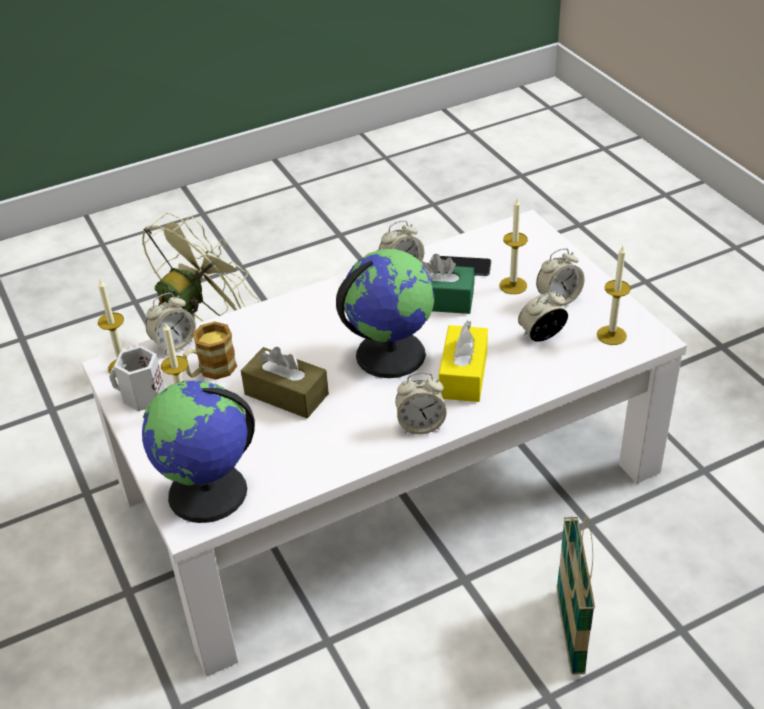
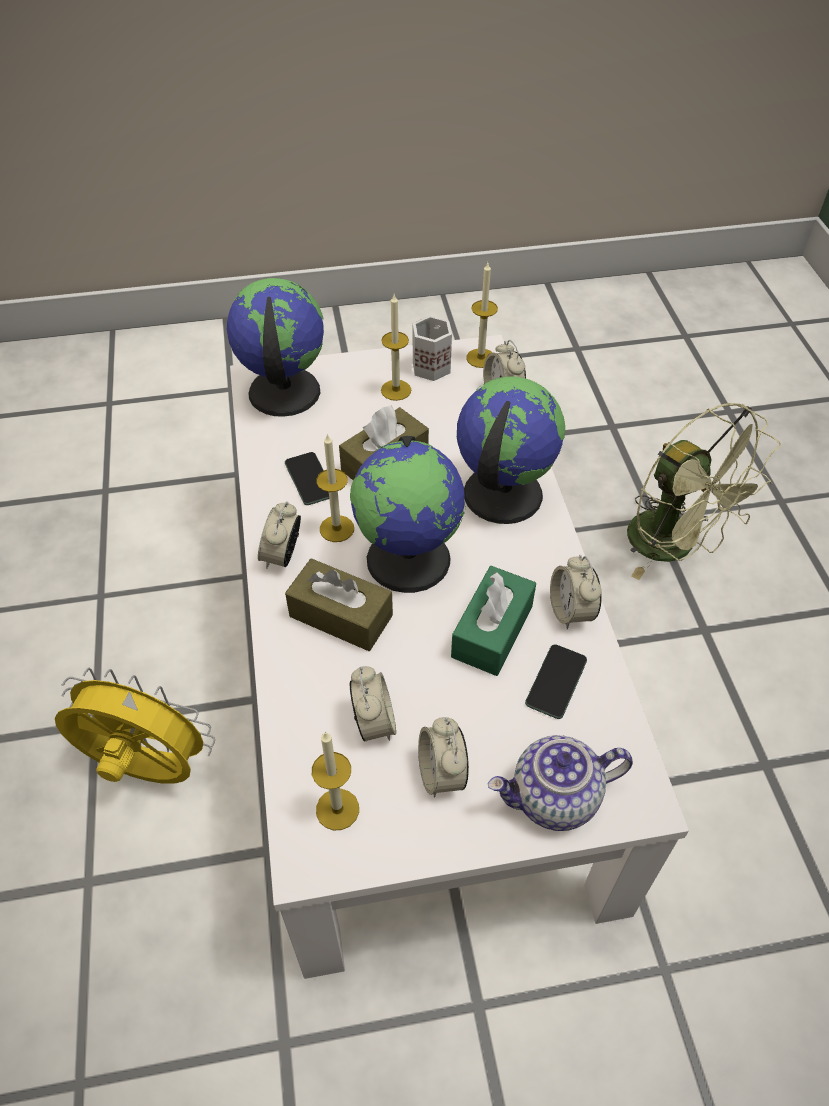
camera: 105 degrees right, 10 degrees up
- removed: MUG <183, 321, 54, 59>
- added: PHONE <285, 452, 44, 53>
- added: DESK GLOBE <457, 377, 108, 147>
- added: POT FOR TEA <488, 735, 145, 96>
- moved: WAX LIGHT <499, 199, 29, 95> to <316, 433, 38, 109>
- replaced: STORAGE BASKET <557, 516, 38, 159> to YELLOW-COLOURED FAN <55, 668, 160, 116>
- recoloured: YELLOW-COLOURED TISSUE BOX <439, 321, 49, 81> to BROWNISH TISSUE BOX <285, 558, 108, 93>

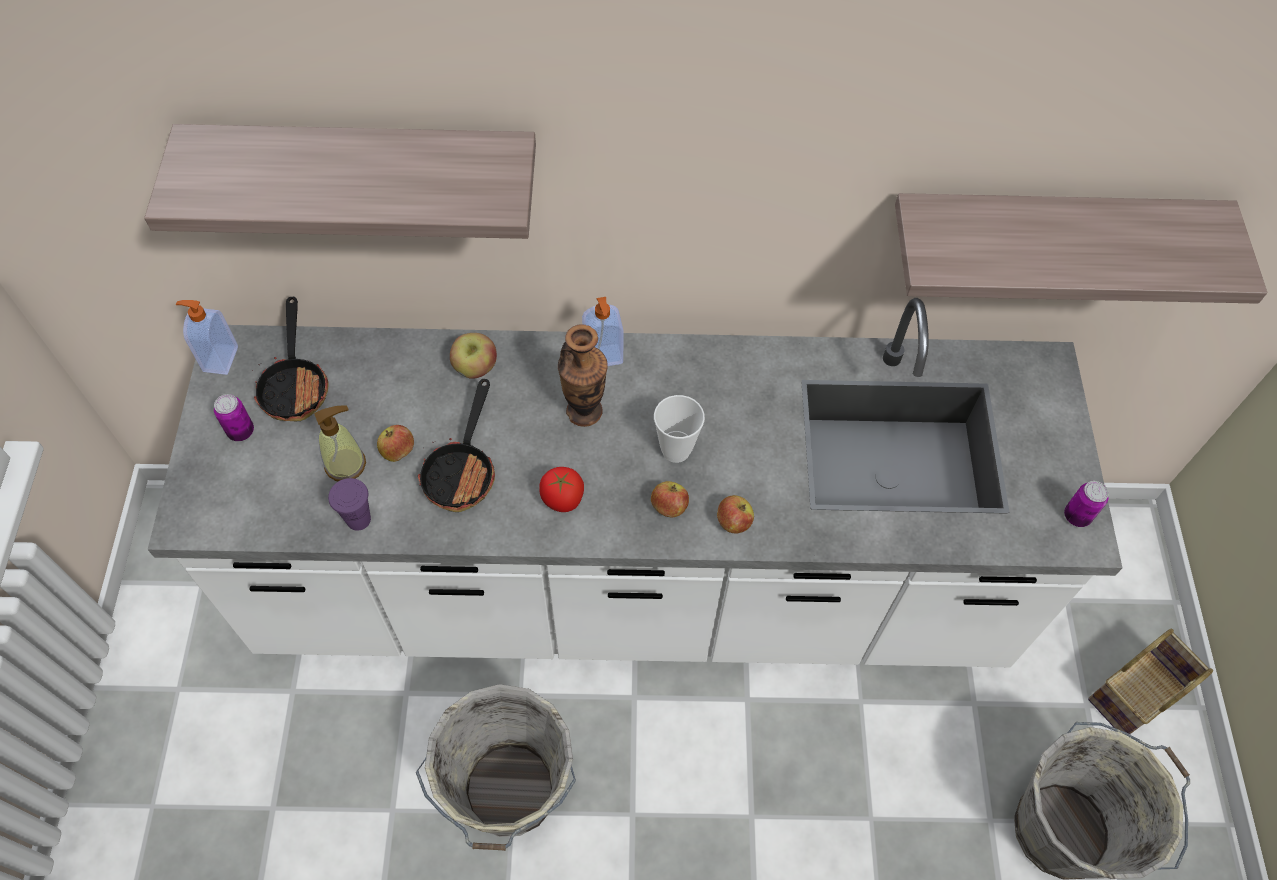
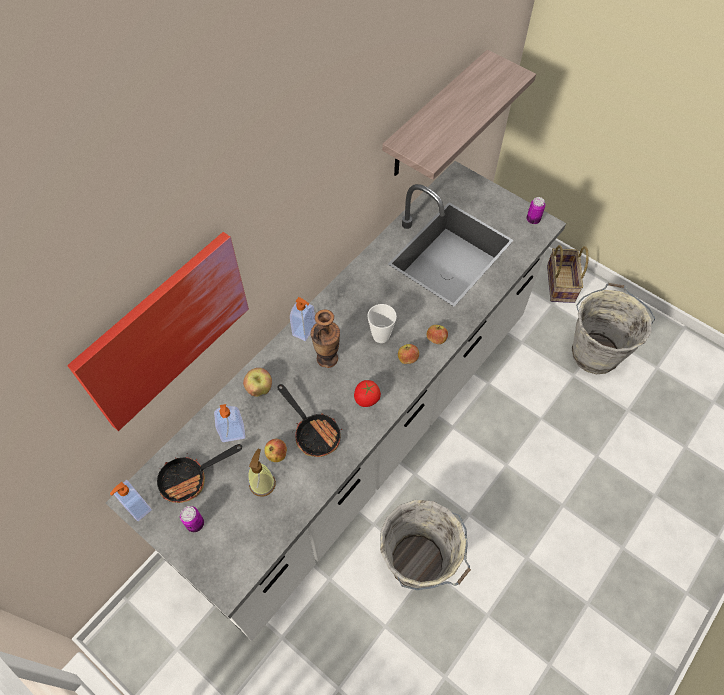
camera: 50 degrees left, 0 degrees up
- removed: PURPLE-COLOURED SMALL CUP <328, 478, 43, 53>
- added: LIQUID SOAP BOTTLE <214, 404, 31, 38>
- replaced: SHELF <144, 124, 392, 115> to PICTURE <67, 232, 182, 199>
- turned: FRYING PAN <252, 297, 77, 124> = <157, 444, 85, 59> 120 degrees clockwise

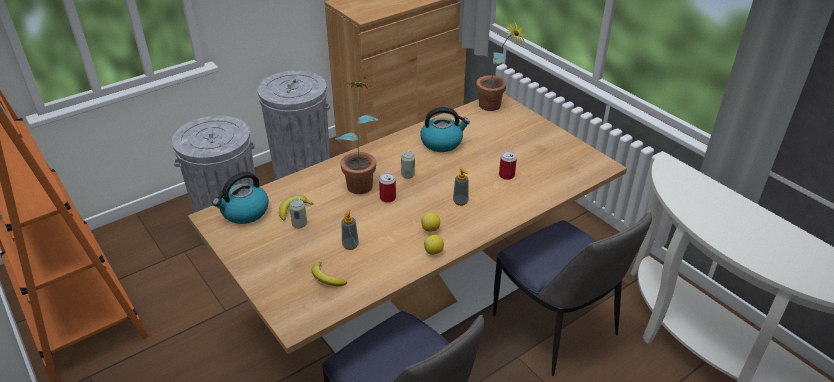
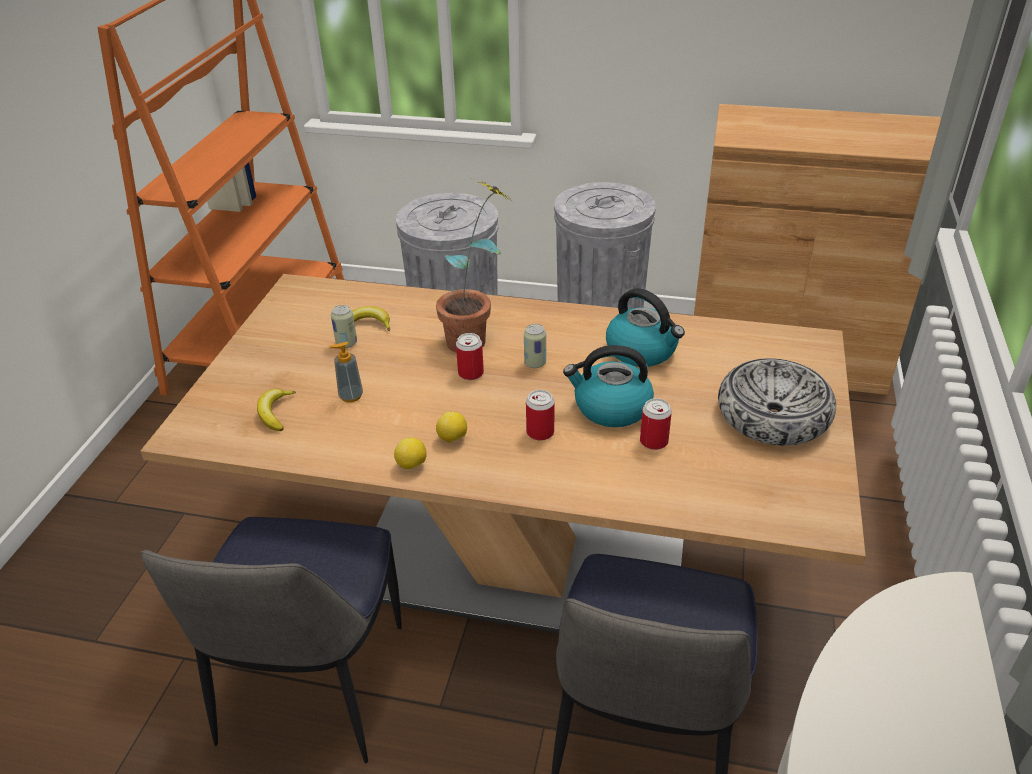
camera: 50 degrees right, 0 degrees up
- removed: POTTED PLANT <476, 21, 51, 90>
- added: BOWL <718, 358, 118, 88>
- moved: WATER KETTLE <212, 172, 57, 52> to <563, 345, 91, 82>
- replaced: LIQUID SOAP BOTTLE <453, 167, 15, 39> to SEALED CAN <526, 390, 28, 51>

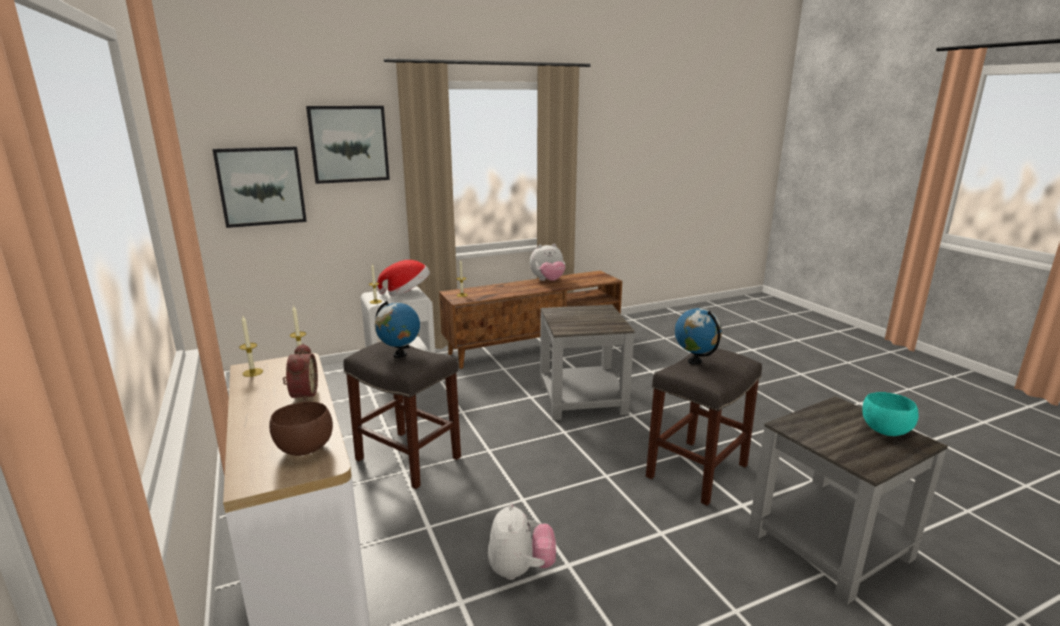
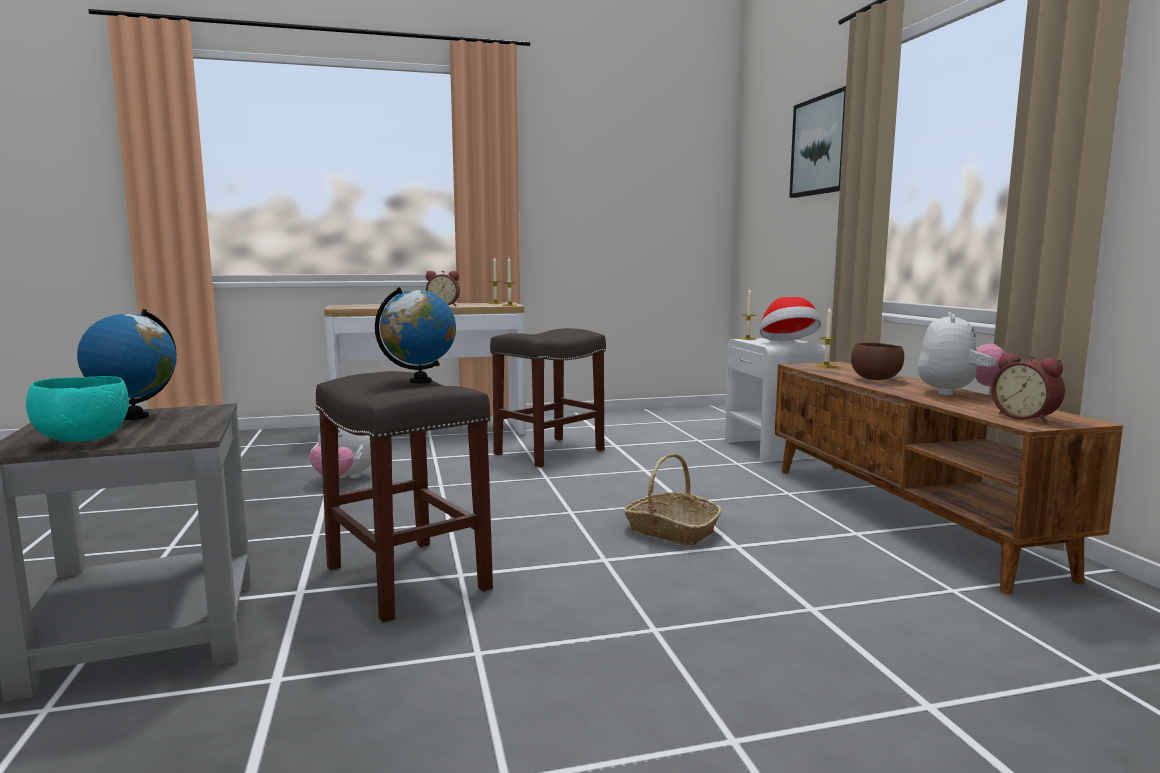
camera: 100 degrees right, 10 degrees down
- removed: PICTURE <212, 146, 95, 82>
- added: TABLE CLOCK <991, 353, 74, 70>
- moved: BROWNISH BOWL <269, 401, 64, 55> to <851, 343, 53, 37>
- moved: DESK GLOBE <375, 301, 45, 57> to <77, 309, 100, 111>
- replaced: GREY ACCENT TABLE <540, 304, 95, 116> to STORAGE BASKET <623, 454, 99, 91>
- turned: PLUSH TOY <530, 244, 35, 37> = <918, 312, 88, 84> 150 degrees counterclockwise

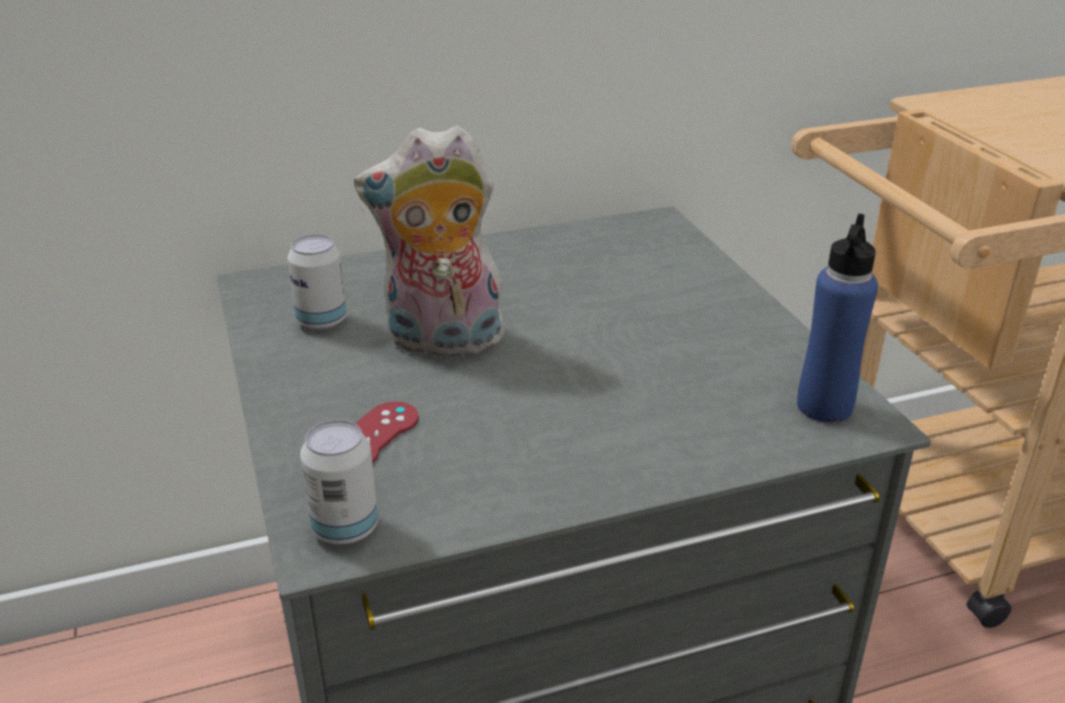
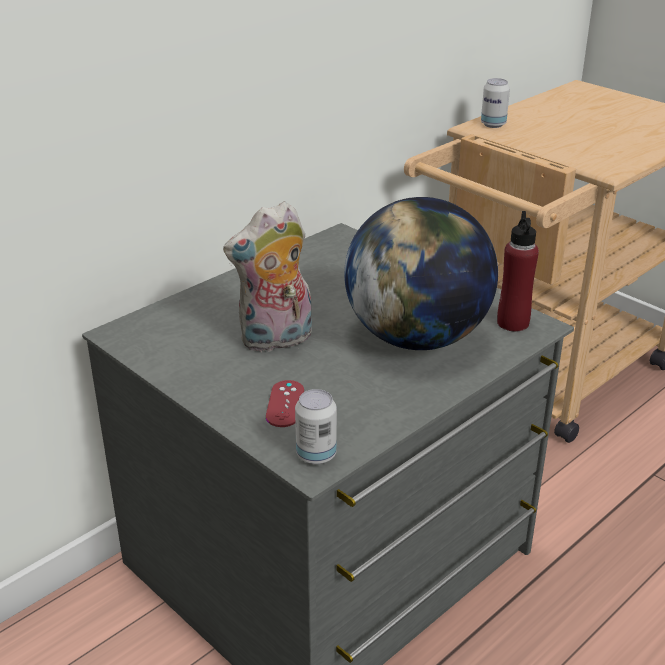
camera: 25 degrees left, 0 degrees up
- added: DESK GLOBE <344, 197, 154, 153>
- moved: SEALED CAN <288, 234, 59, 97> to <481, 78, 29, 50>
- recoloured: BLUE-COLOURED BEVERAGE BOTTLE <797, 214, 81, 209> to RED-COLOURED BEVERAGE BOTTLE <497, 211, 42, 121>

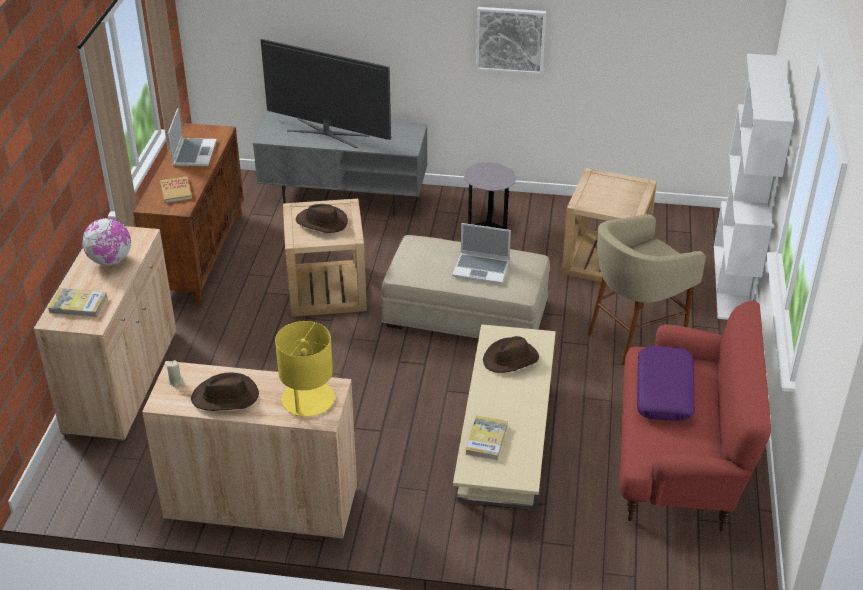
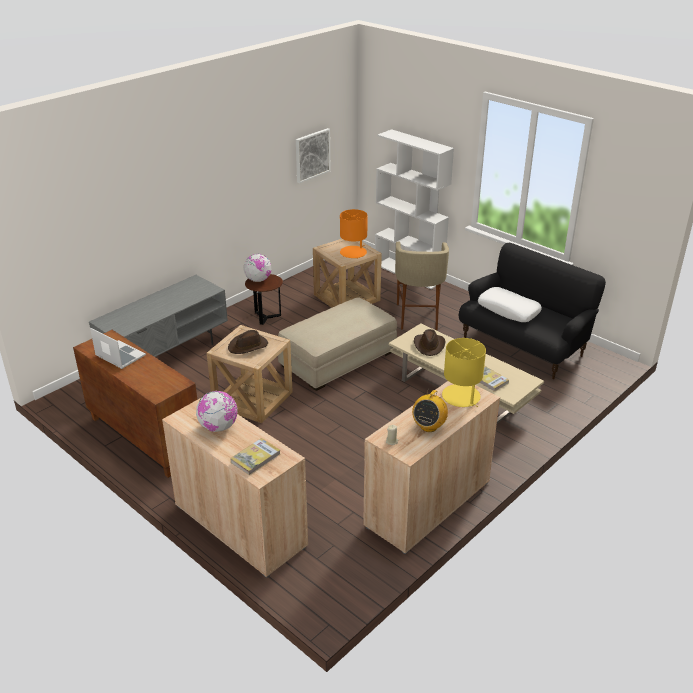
camera: 55 degrees left, 5 degrees down
- removed: BOOK <160, 176, 32, 27>
- removed: TELEVISION <260, 38, 131, 110>
- removed: PORTABLE COMPUTER <452, 223, 59, 61>
- added: DESK GLOBE <243, 254, 28, 28>
- added: ORANGEY LAMP FOR A TABLE <340, 209, 28, 50>
- moved: PICTURE <476, 7, 70, 68> to <296, 128, 35, 55>
- replaced: BROWNISH WEARABLE HAT <191, 373, 68, 38> to RADIO SET <412, 390, 36, 42>
- recoloured: GREY ACCENT TABLE <464, 162, 52, 67> to BROWNISH ACCENT TABLE <245, 274, 38, 51>
- recoloured: RED-COLOURED SETTEE <620, 301, 151, 230> to BLACKISH SETTEE <459, 243, 147, 136>
- recoloured: PURPLE-COLOURED PILLOW <637, 346, 58, 74> to WHITISH PILLOW <478, 287, 64, 35>

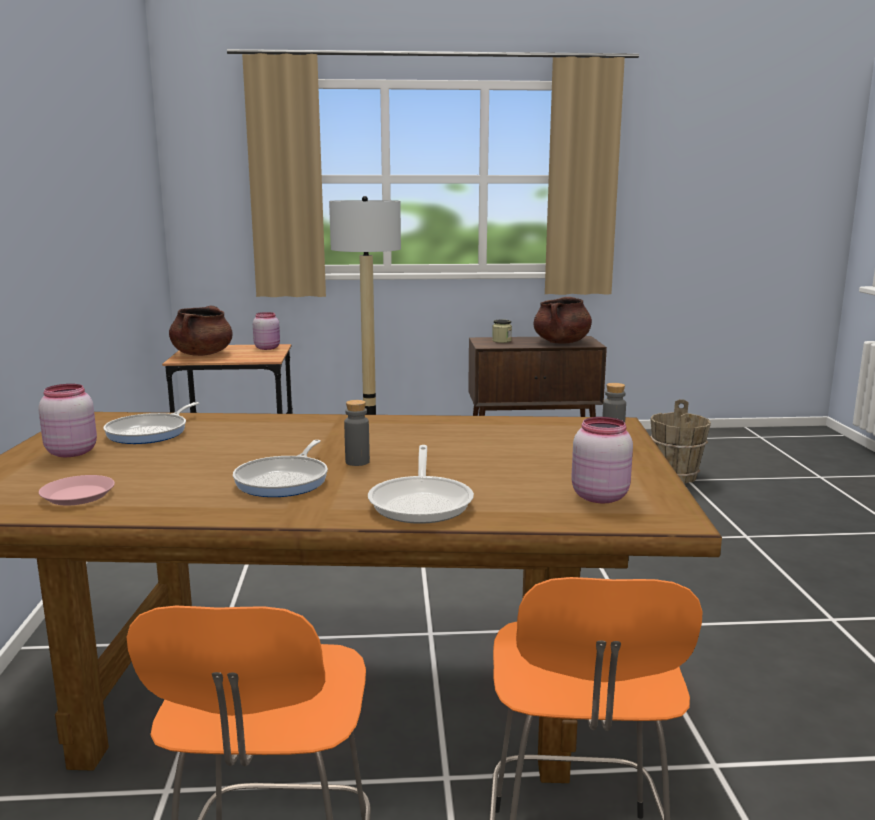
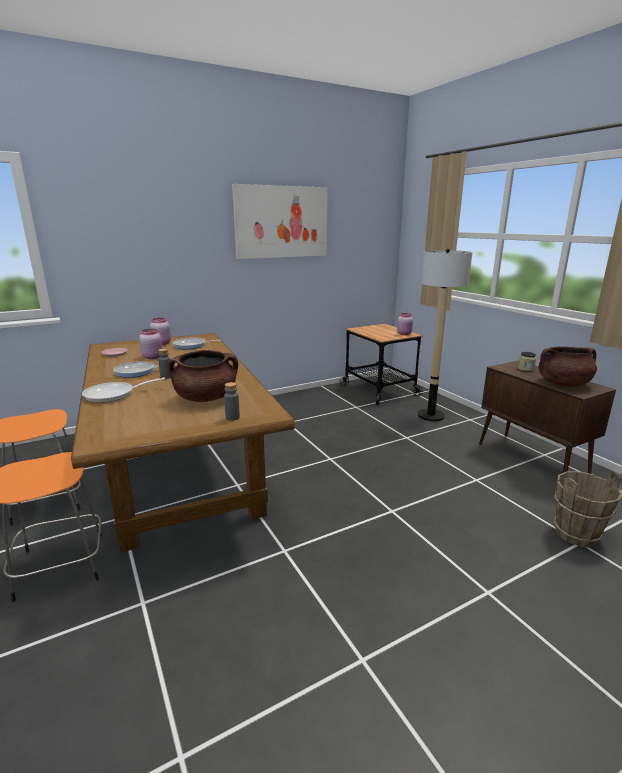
camera: 65 degrees right, 5 degrees up
- added: PICTURE <232, 184, 95, 75>
- moved: BROWNISH STOCKPOT <169, 306, 64, 50> to <168, 350, 70, 52>
- moved: PINK PRESERVE JAR <571, 417, 62, 86> to <139, 329, 23, 30>

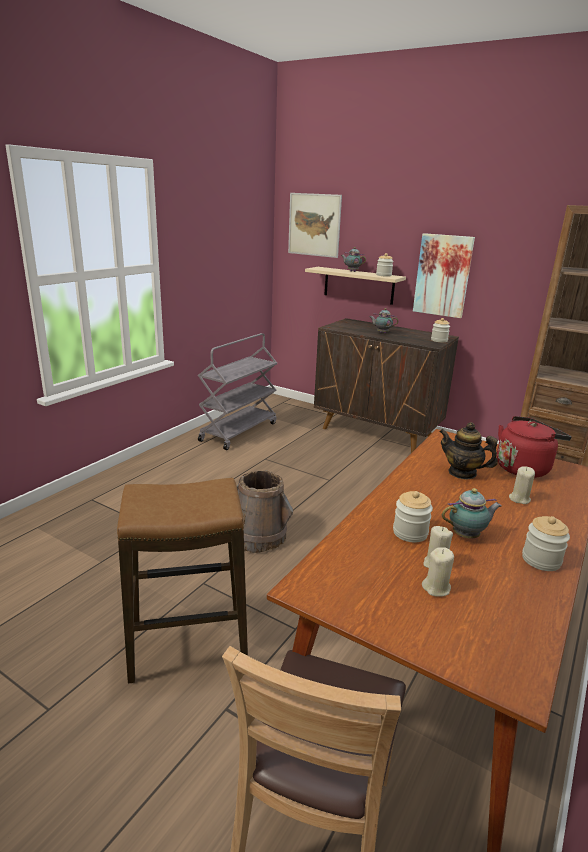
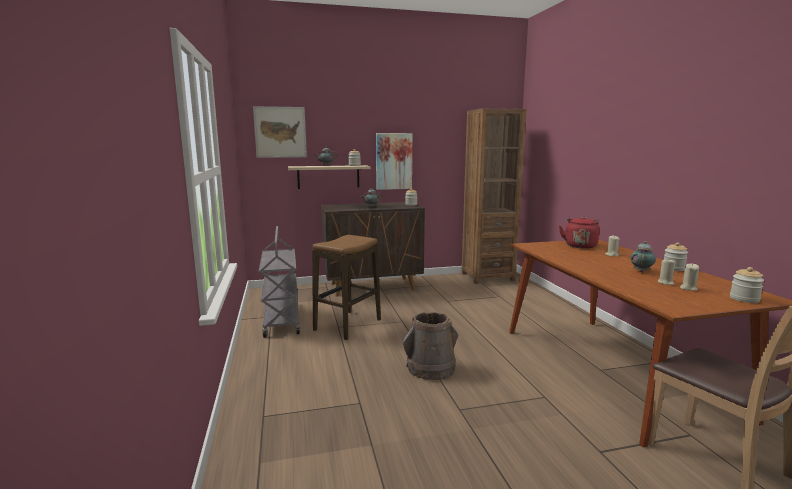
camera: 45 degrees left, 10 degrees down
- removed: POT FOR TEA <439, 422, 59, 57>
- moved: STOOL SEAT <117, 478, 131, 206> to <312, 235, 69, 105>
- moved: PRESERVE JAR <393, 491, 40, 51> to <730, 267, 34, 36>

